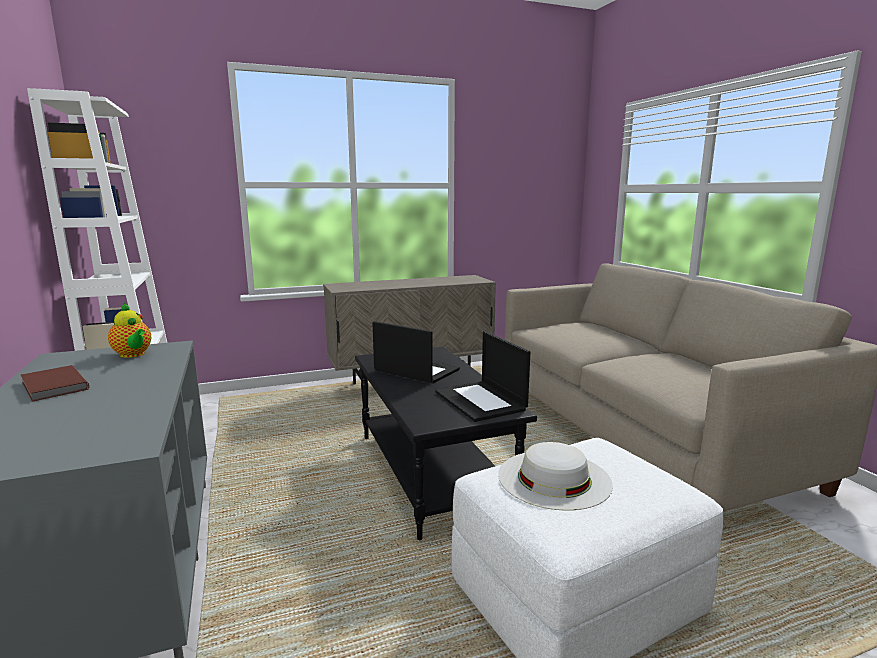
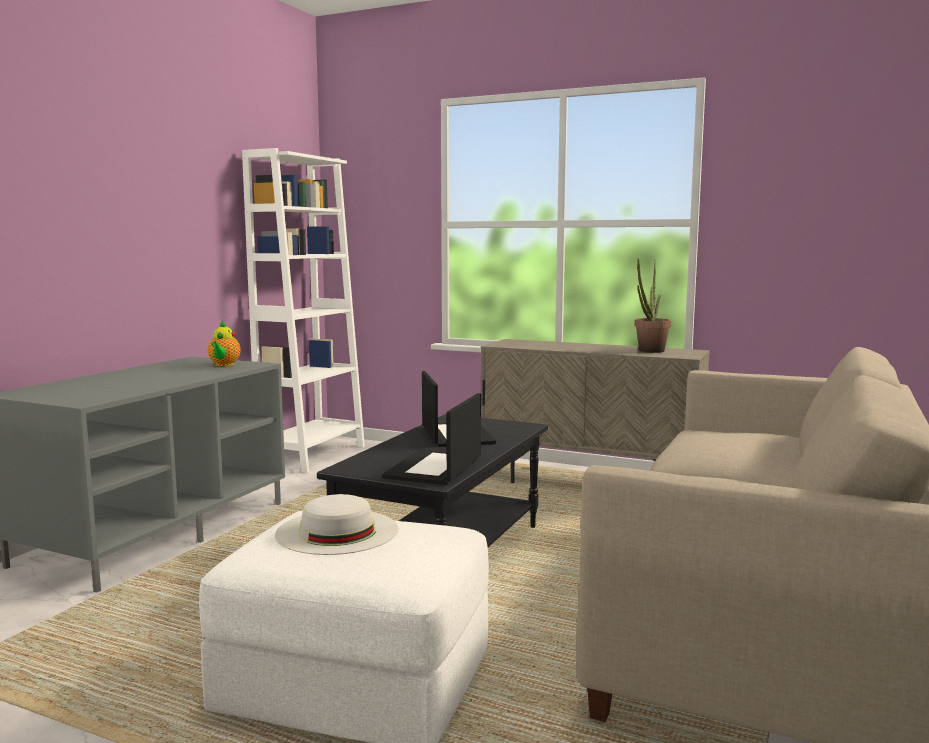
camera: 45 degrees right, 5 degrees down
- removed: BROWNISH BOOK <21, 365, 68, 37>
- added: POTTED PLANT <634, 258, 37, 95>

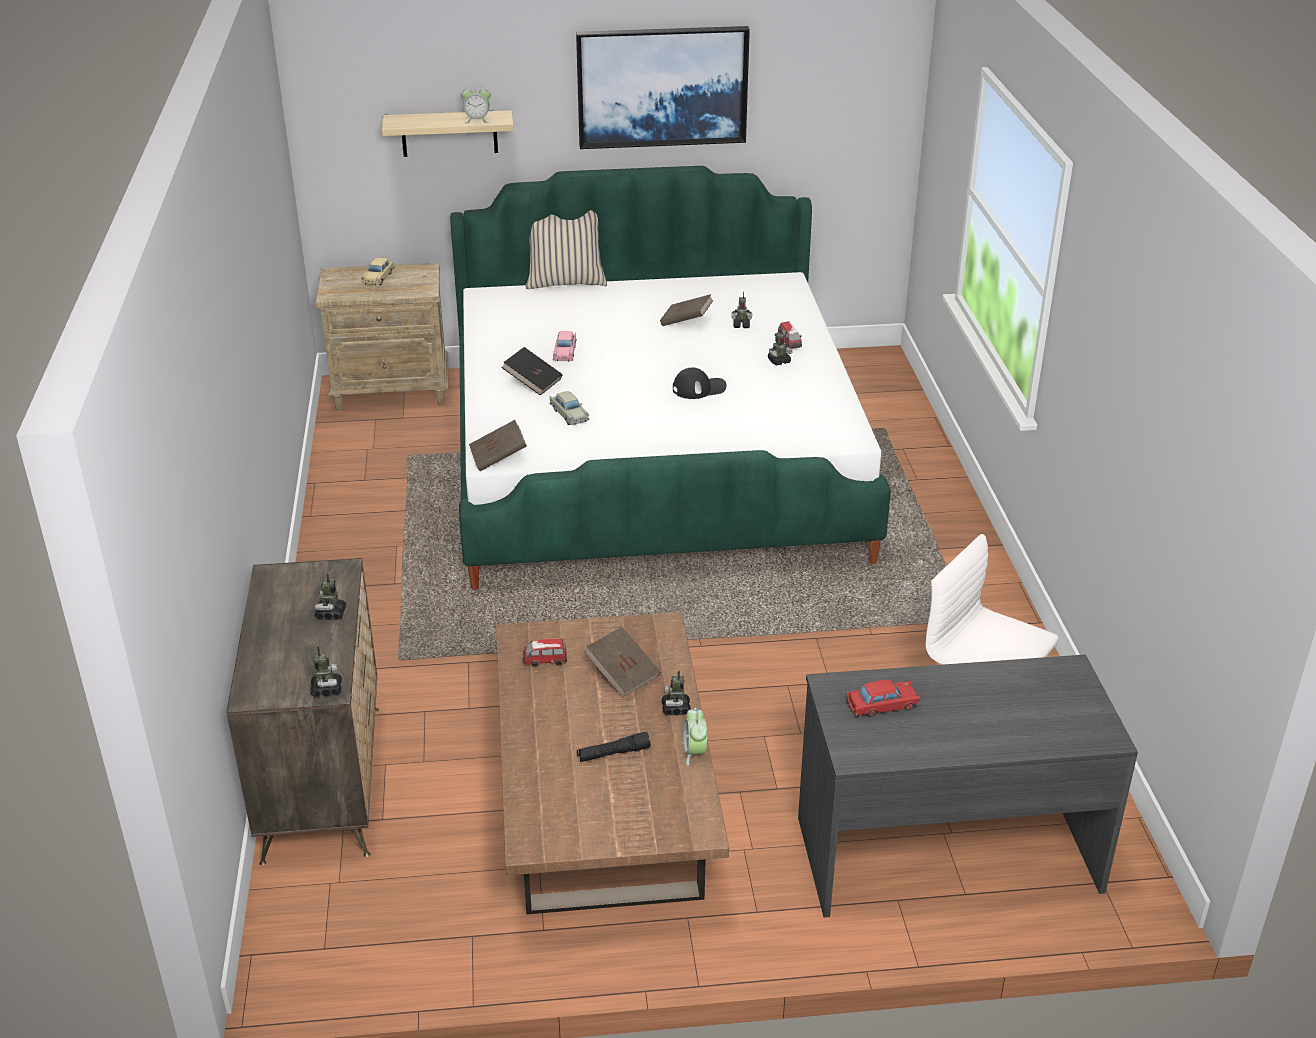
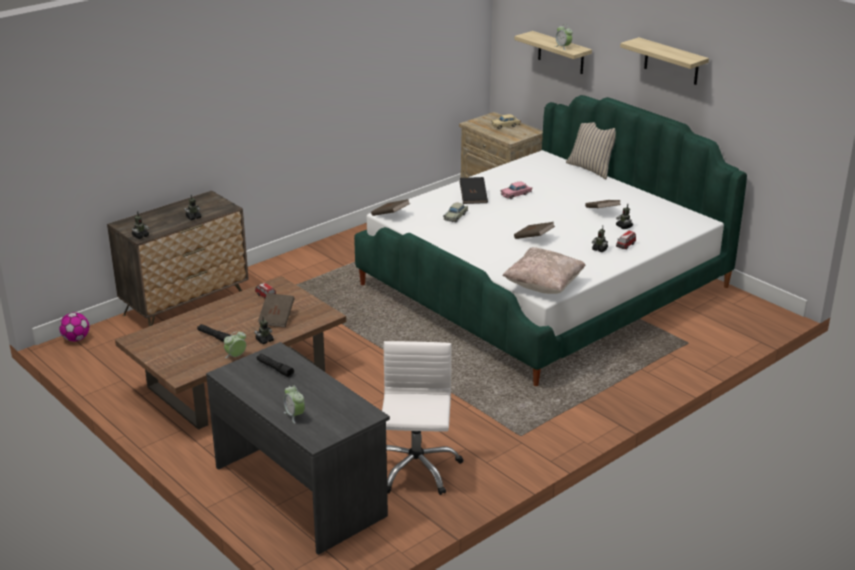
camera: 55 degrees right, 5 degrees down
- added: BALL FOR FOOTBALL <59, 312, 30, 29>
- added: TABLE CLOCK <284, 385, 21, 38>
- added: BEIGE-COLOURED PILLOW <502, 247, 84, 47>
- replaced: PICTURE <576, 26, 174, 123> to SHELF <620, 37, 89, 48>
- replaced: BLACKISH BASEBALL CAP <673, 368, 54, 31> to BROWNISH BOOK <514, 222, 41, 17>
- replaced: RED-COLOURED TOY CAR <847, 680, 73, 37> to BLACKISH FLASHLIGHT <257, 354, 37, 24>

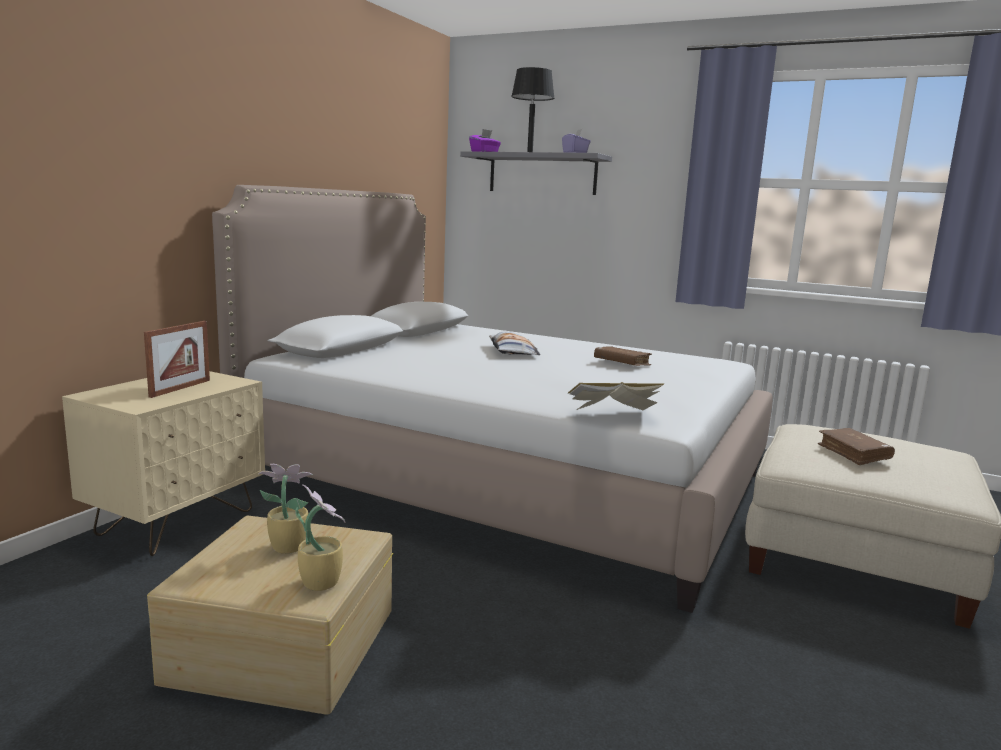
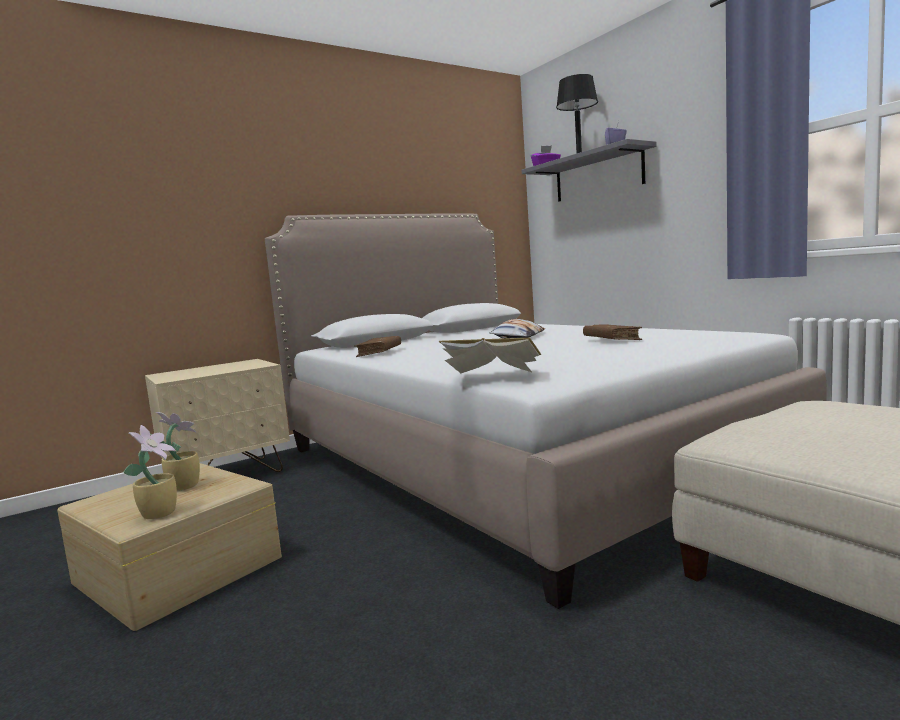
camera: 30 degrees right, 5 degrees down
- removed: STANDING FRAME <144, 321, 66, 77>
- moved: BROWNISH BOOK <818, 428, 77, 37> to <354, 336, 47, 21>

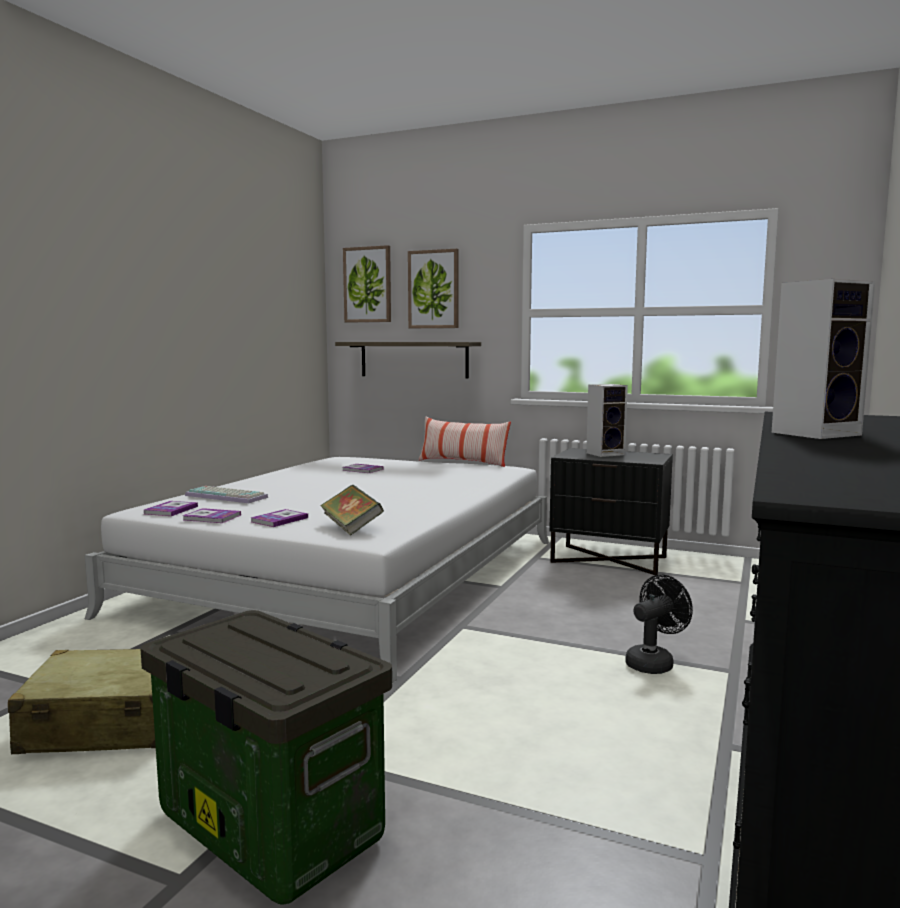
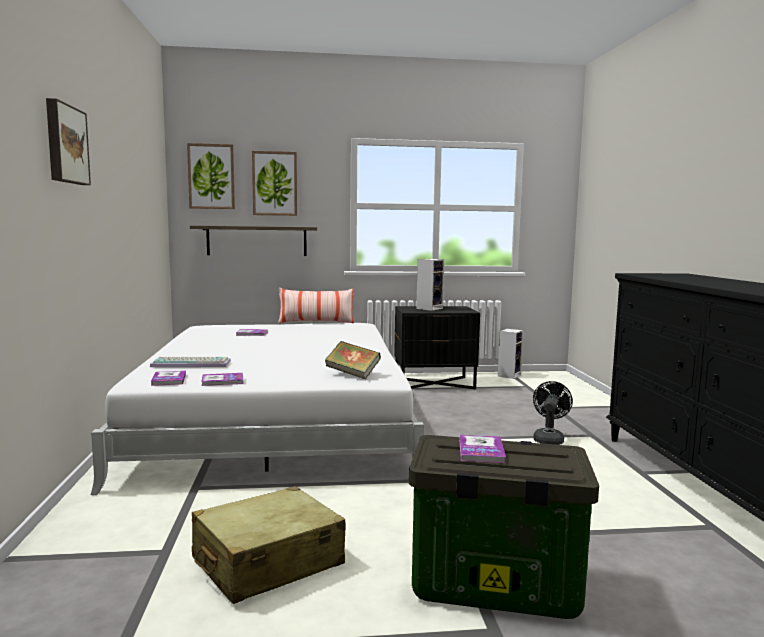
camera: 30 degrees left, 0 degrees up
- added: PICTURE <46, 98, 45, 87>
- moved: BOOK <250, 509, 58, 18> to <459, 435, 47, 28>
- moved: LOUDSPEAKER <772, 279, 103, 160> to <498, 329, 25, 50>

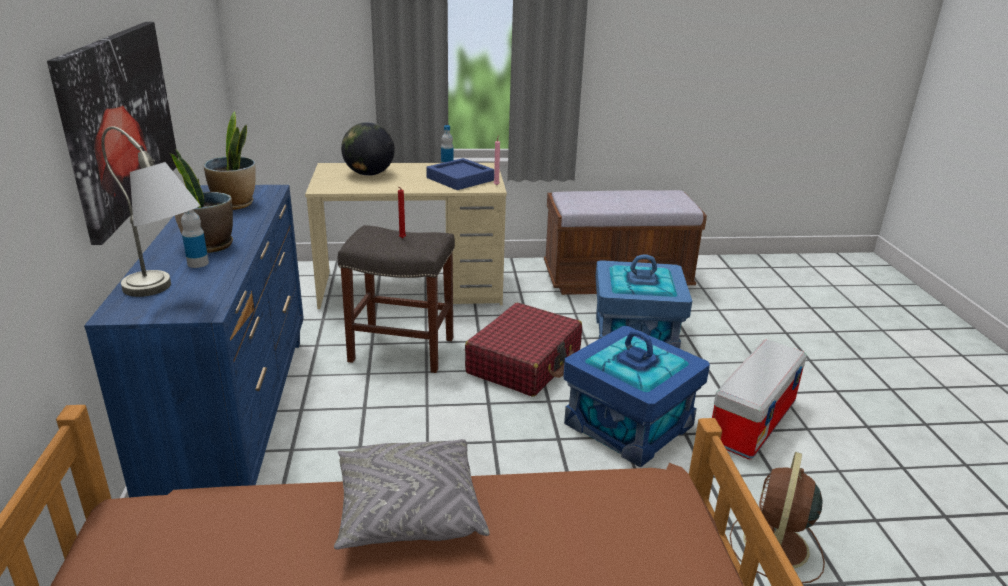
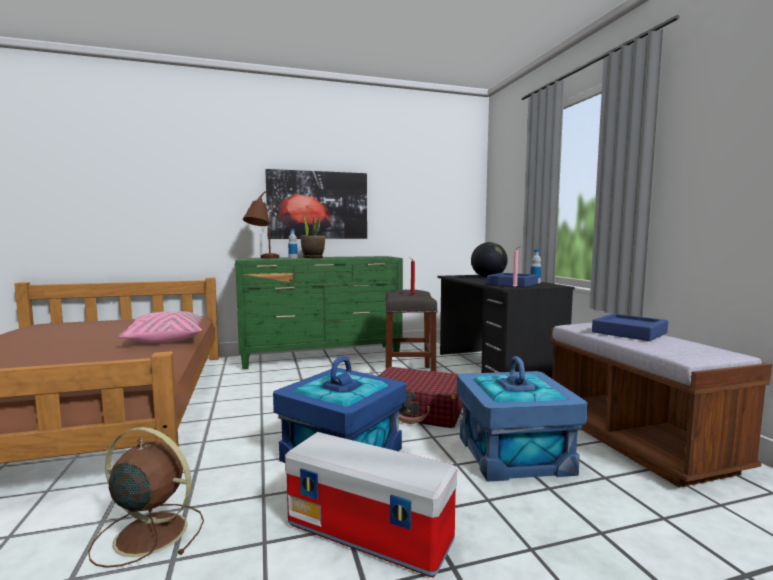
camera: 80 degrees right, 20 degrees down
- removed: POTTED PLANT <204, 111, 52, 99>
- added: BLUE-COLOURED SERVING TRAY <592, 314, 76, 27>
- recoloured: BLUE-COLOURED DRESSER <84, 185, 220, 312> to GREEN DRESSER <235, 256, 168, 113>
- recoloured: GREY LAMP FOR A TABLE <101, 126, 99, 171> to BROWNISH LAMP FOR A TABLE <243, 191, 36, 67>
- recoloured: BEIGE-COLOURED DESK TABLE <305, 163, 202, 146> to BLACKISH DESK TABLE <437, 275, 138, 103>
- recoloured: GREY PILLOW <334, 439, 155, 111> to PINK PILLOW <119, 311, 84, 32>

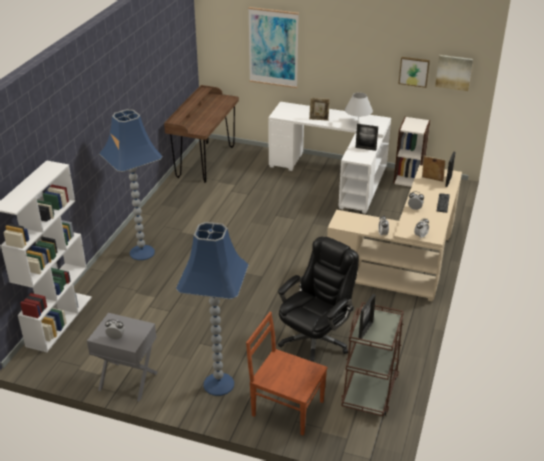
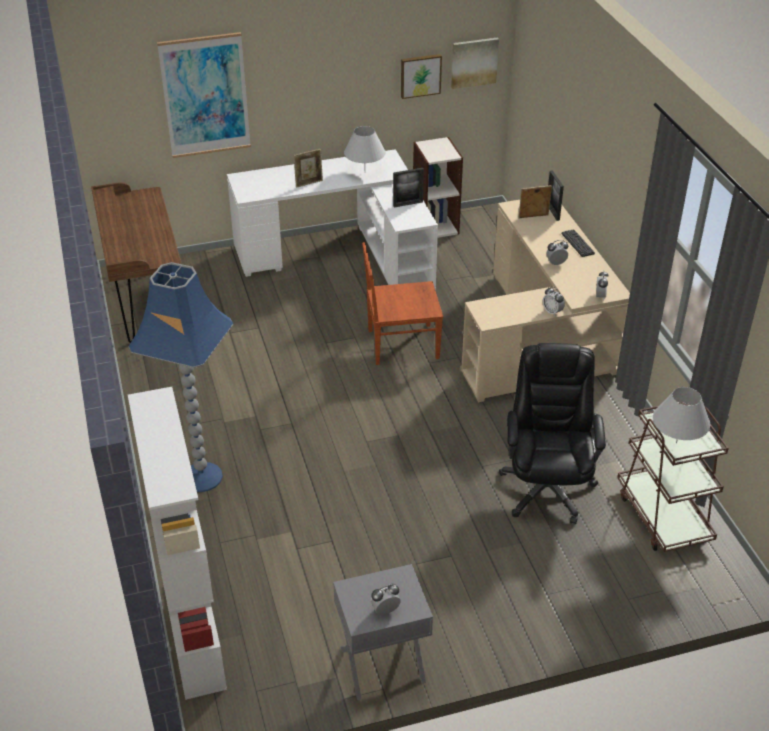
camera: 35 degrees left, 5 degrees up
- removed: BLUE-COLOURED STANDING LAMP <176, 222, 73, 174>
- moved: BROWNISH UPRIGHT CHAIR <246, 312, 82, 124> to <362, 242, 81, 123>
- replaced: STANDING FRAME <359, 294, 17, 45> to WHITISH LAMP FOR A TABLE <653, 387, 57, 57>

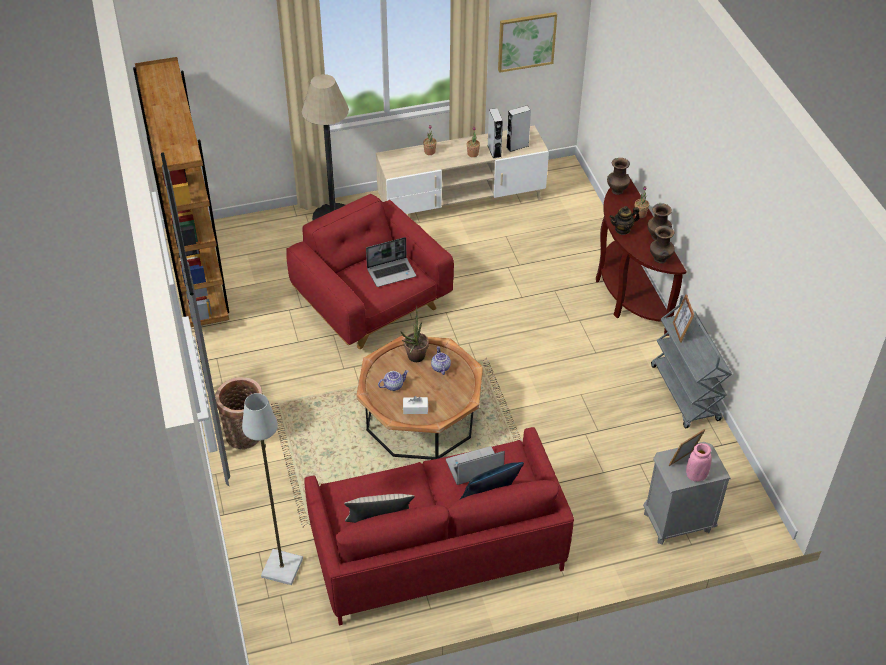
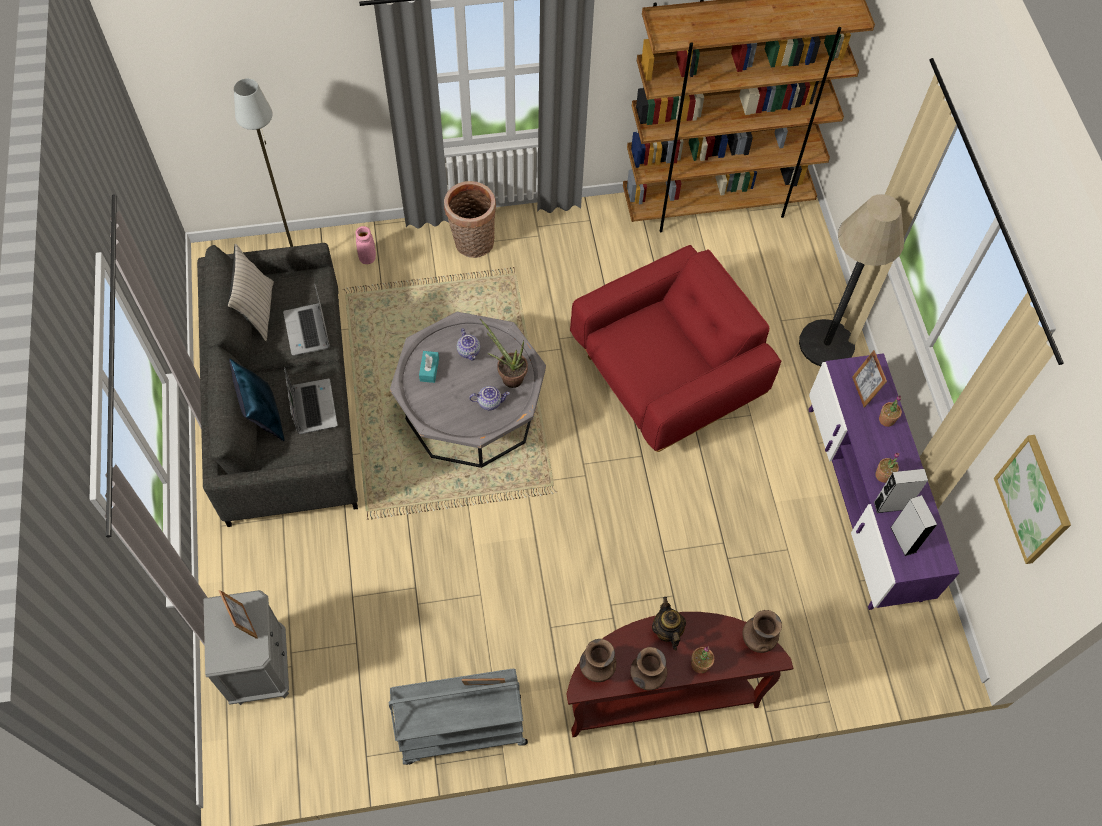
camera: 95 degrees right, 15 degrees up
- added: STANDING FRAME <852, 350, 35, 57>
- moved: PORTABLE COMPUTER <366, 237, 50, 50> to <283, 283, 47, 73>
- moved: PINK VASE <686, 443, 26, 38> to <355, 226, 21, 38>
- recoloured: RED-COLOURED SETTEE <304, 427, 270, 199> to GREY SETTEE <197, 243, 161, 284>
- recoloured: BROWNISH LOUNGE TABLE <356, 335, 127, 125> to GREY LOUNGE TABLE <390, 312, 156, 156>
- recoloured: BEIGE-COLOURED TV STAND <376, 125, 173, 89> to PURPLE-COLOURED TV STAND <808, 353, 152, 257>
- recoloured: WHITISH TISSUE BOX <403, 396, 25, 18> to BLUE-GREEN TISSUE BOX <419, 351, 20, 32>

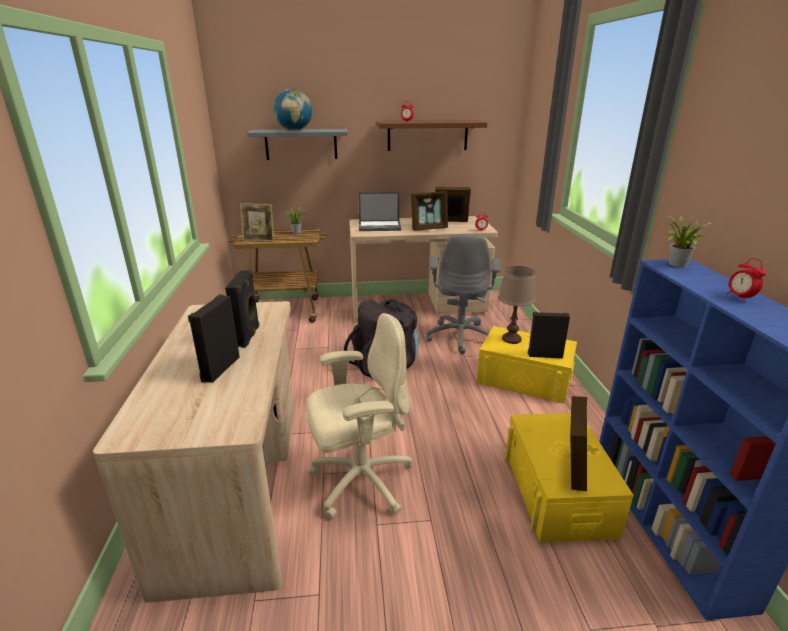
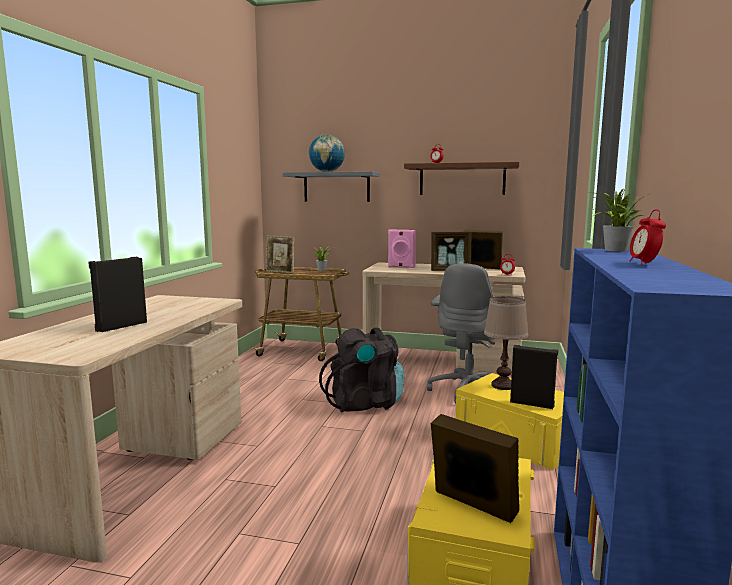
camera: 20 degrees right, 15 degrees down
- removed: BLACKISH LOUDSPEAKER <225, 270, 35, 78>
- removed: BEIGE-COLOURED DESK CHAIR <306, 313, 107, 206>
- replaced: PORTABLE COMPUTER <358, 192, 43, 39> to PINK LOUDSPEAKER <388, 229, 28, 39>
- turned: STANDING FRAME <570, 396, 17, 95> = <431, 414, 88, 109> 90 degrees counterclockwise

